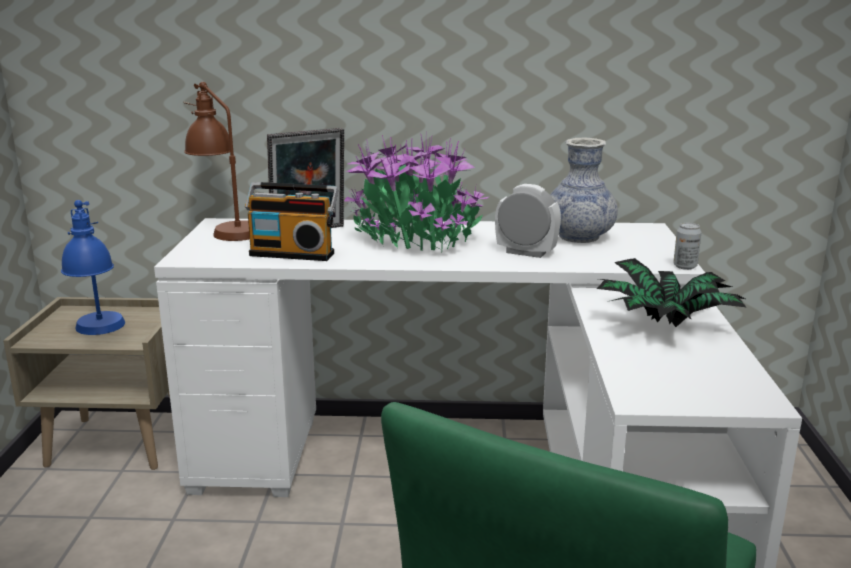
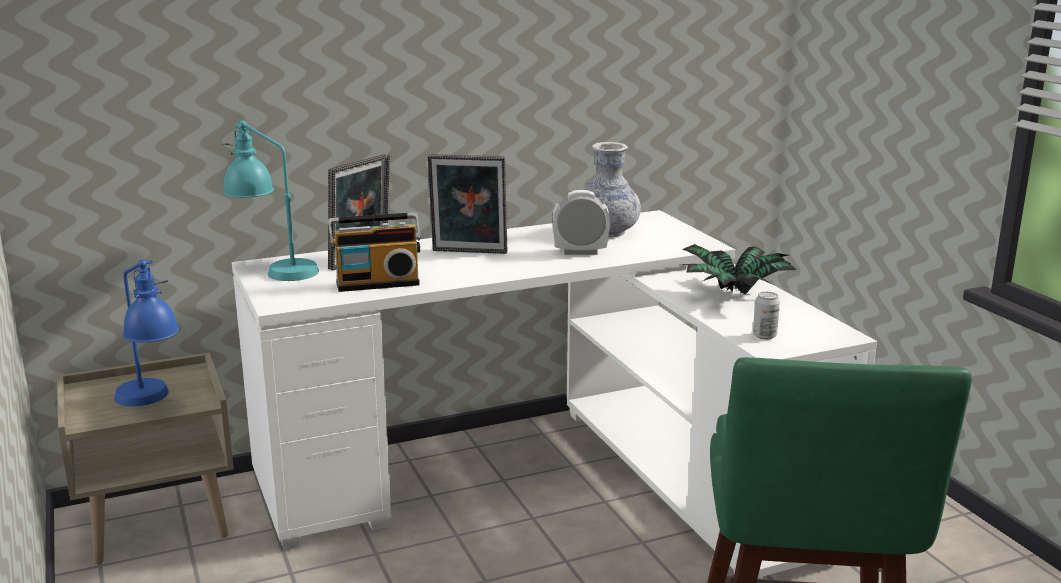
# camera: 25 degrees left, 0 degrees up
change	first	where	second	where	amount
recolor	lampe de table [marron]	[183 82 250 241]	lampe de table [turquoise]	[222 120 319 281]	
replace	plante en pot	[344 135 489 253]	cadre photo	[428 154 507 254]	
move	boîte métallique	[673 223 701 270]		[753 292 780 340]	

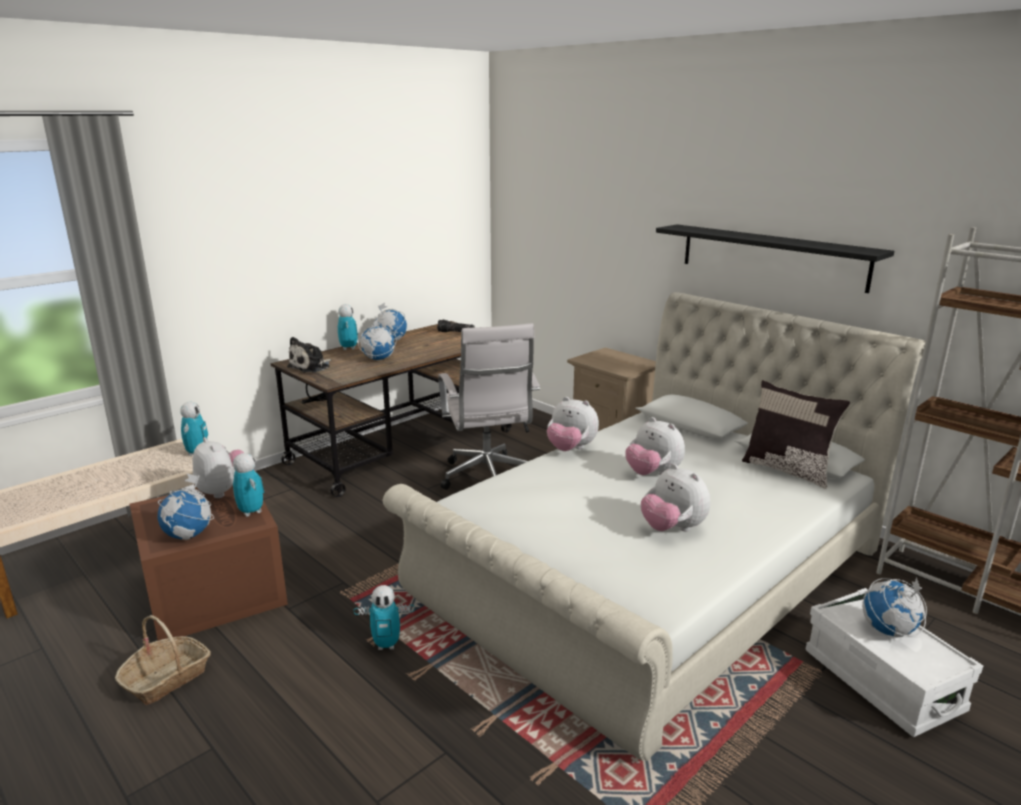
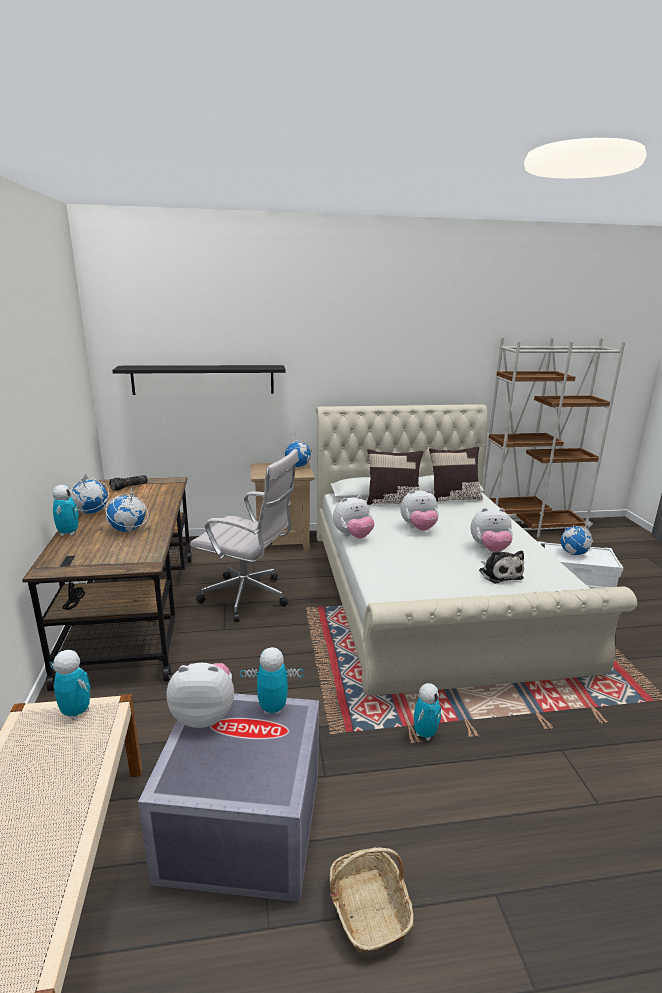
# camera: 55 degrees left, 0 degrees up
change	first	where	second	where	amount
recolor	boîte de rangement [marron]	[130 485 288 641]	boîte de rangement [gris]	[138 693 319 902]	
move	globe	[157 473 214 540]		[283 432 312 467]	
move	peluche	[287 337 331 373]		[479 551 524 584]	
rotate	robot jouet	[338 304 358 350]		[52 485 79 536]	60 degrees clockwise
move	étagère [noir]	[656 224 894 293]		[112 365 286 395]	
insert			coussin	[366 449 423 505]	

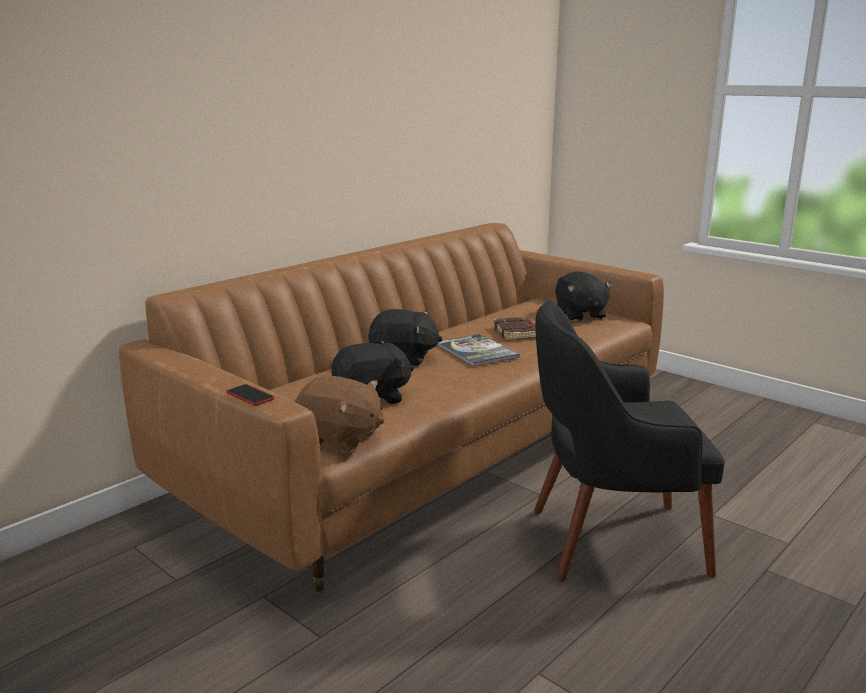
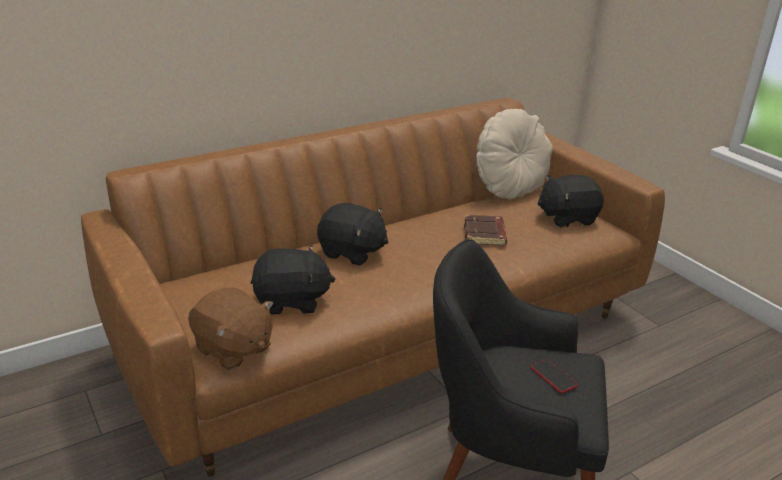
# camera: 15 degrees right, 10 degrees up
change	first	where	second	where	amount
move	téléphone	[226 384 274 406]		[531 359 578 393]	
delete	livre	[437 334 520 366]			
rotate	peluche [noir]	[555 271 613 321]		[538 175 604 228]	75 degrees clockwise
insert			coussin [beige]	[476 109 553 199]	

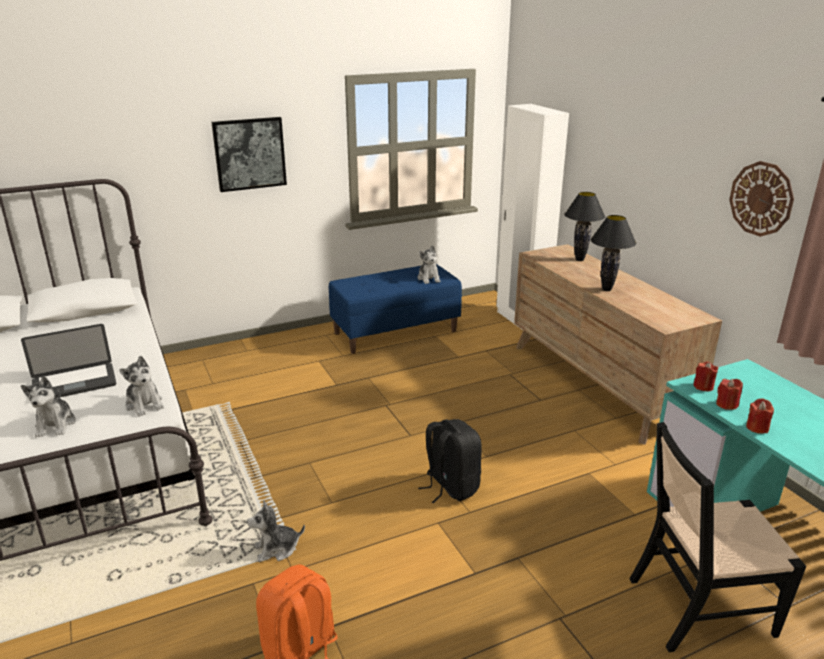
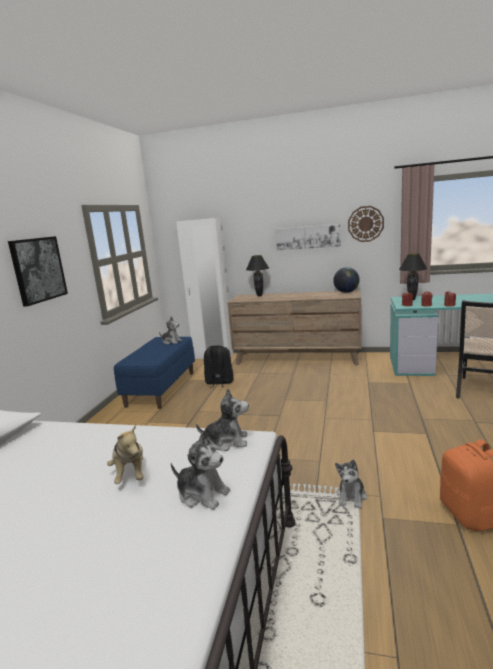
# camera: 50 degrees left, 10 degrees down
change	first	where	second	where	amount
replace	ordinateur portable	[21 324 116 398]	peluche	[107 424 144 484]	
move	sac à dos [noir]	[418 419 482 503]		[204 345 234 388]	
move	lampe de table [noir]	[591 215 636 291]		[399 254 427 300]	
insert			tableau	[276 224 341 250]	
insert			globe	[333 267 360 293]	

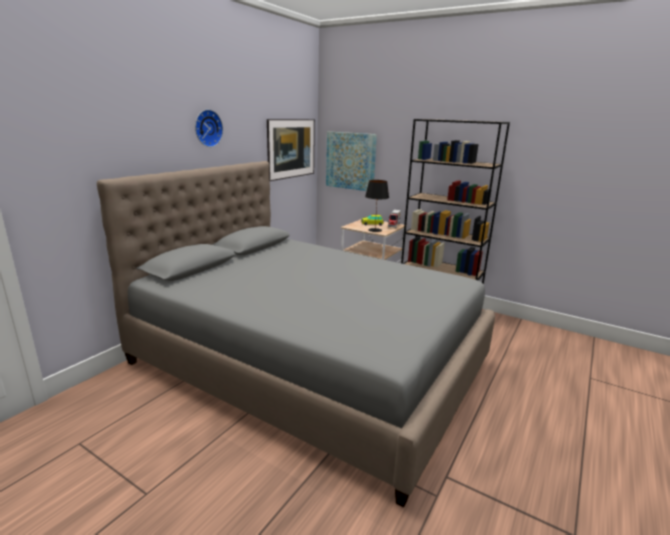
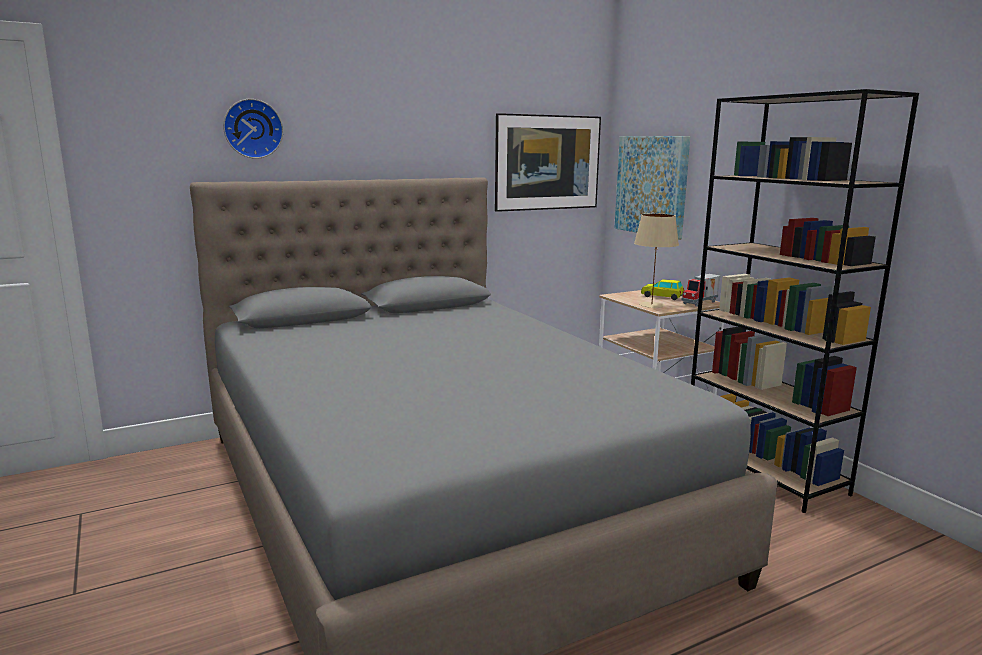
# camera: 30 degrees right, 5 degrees down
change	first	where	second	where	amount
move	horloge murale	[195 109 223 147]		[223 99 283 159]	
recolor	lampe de table [noir]	[365 180 389 232]	lampe de table [beige]	[634 213 679 308]	

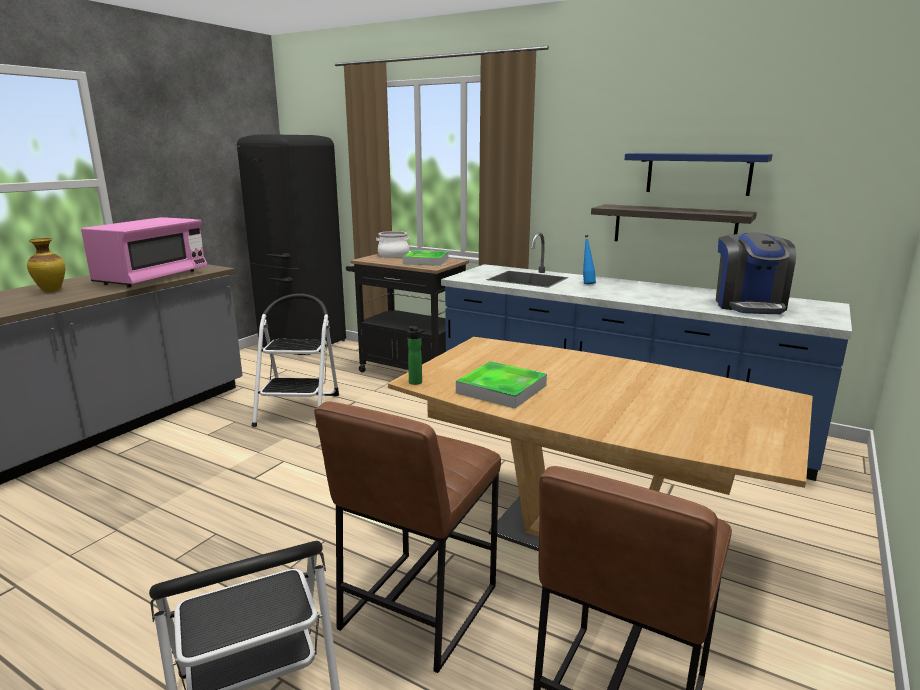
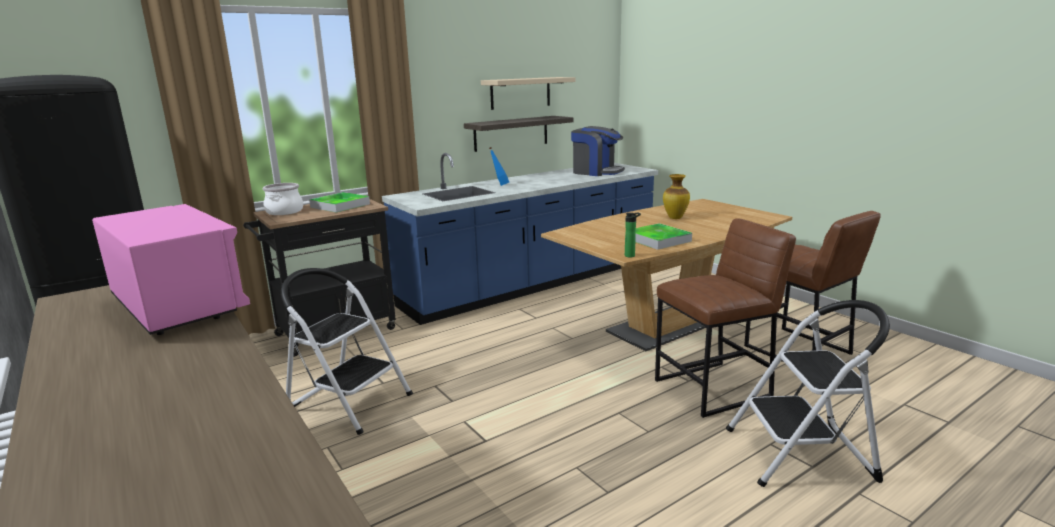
# camera: 65 degrees left, 0 degrees up
change	first	where	second	where	amount
move	vase	[27 238 65 292]		[663 174 690 219]	
rotate	chaise [marron]	[314 401 501 673]		[655 218 796 418]	75 degrees counterclockwise
recolor	étagère [bleu]	[625 153 772 196]	étagère [beige]	[481 77 575 110]	

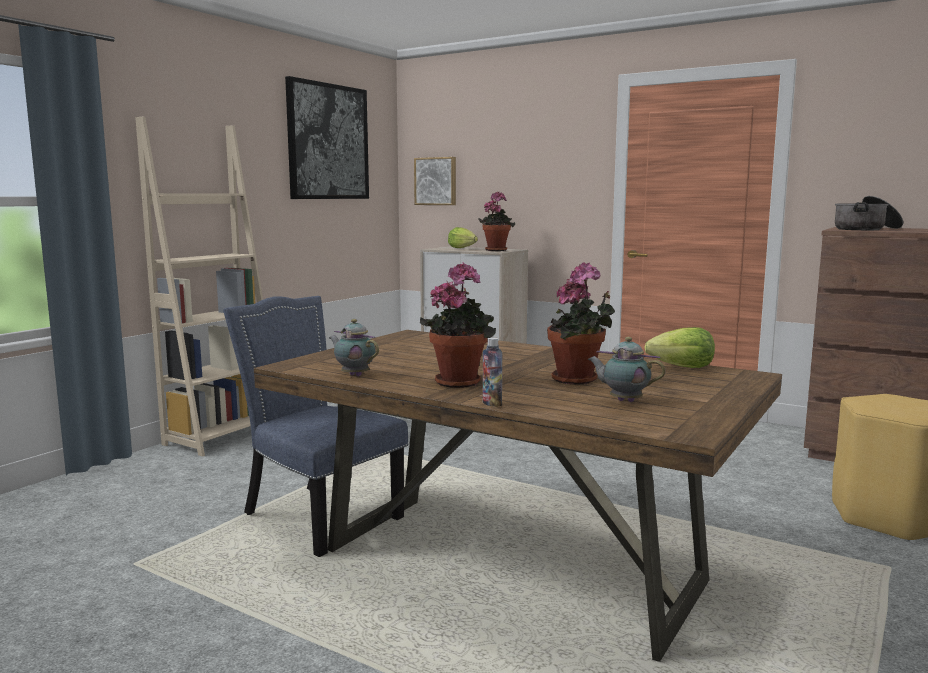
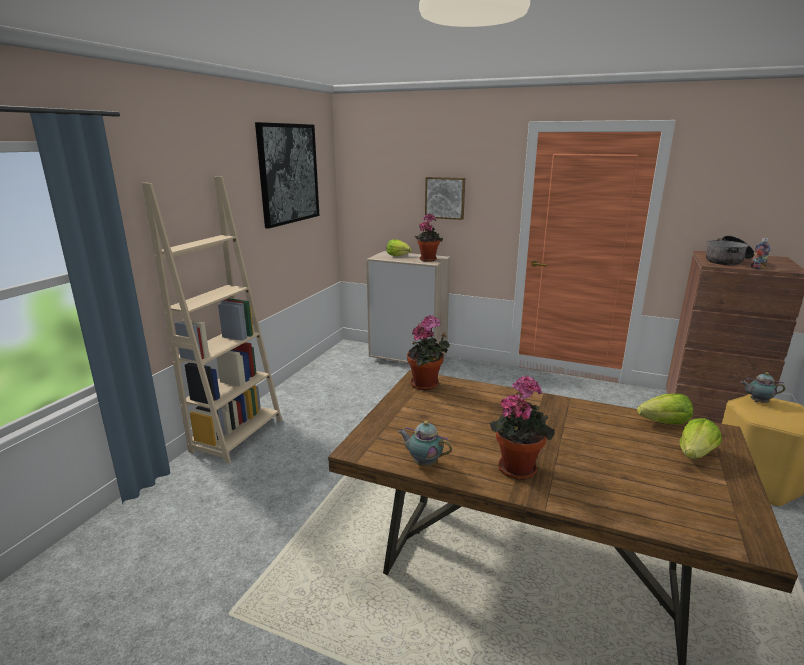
# camera: 10 degrees left, 10 degrees up
change	first	where	second	where	amount
delete	chaise [bleu]	[223 296 408 557]			
move	tableau	[414 157 456 205]		[425 177 465 220]	
move	bouteille	[482 337 502 407]		[751 238 771 270]	
move	plante en pot	[547 262 615 385]		[407 315 450 390]	
move	théière	[588 337 666 402]		[741 372 785 403]	
insert			laitue	[680 418 721 459]	

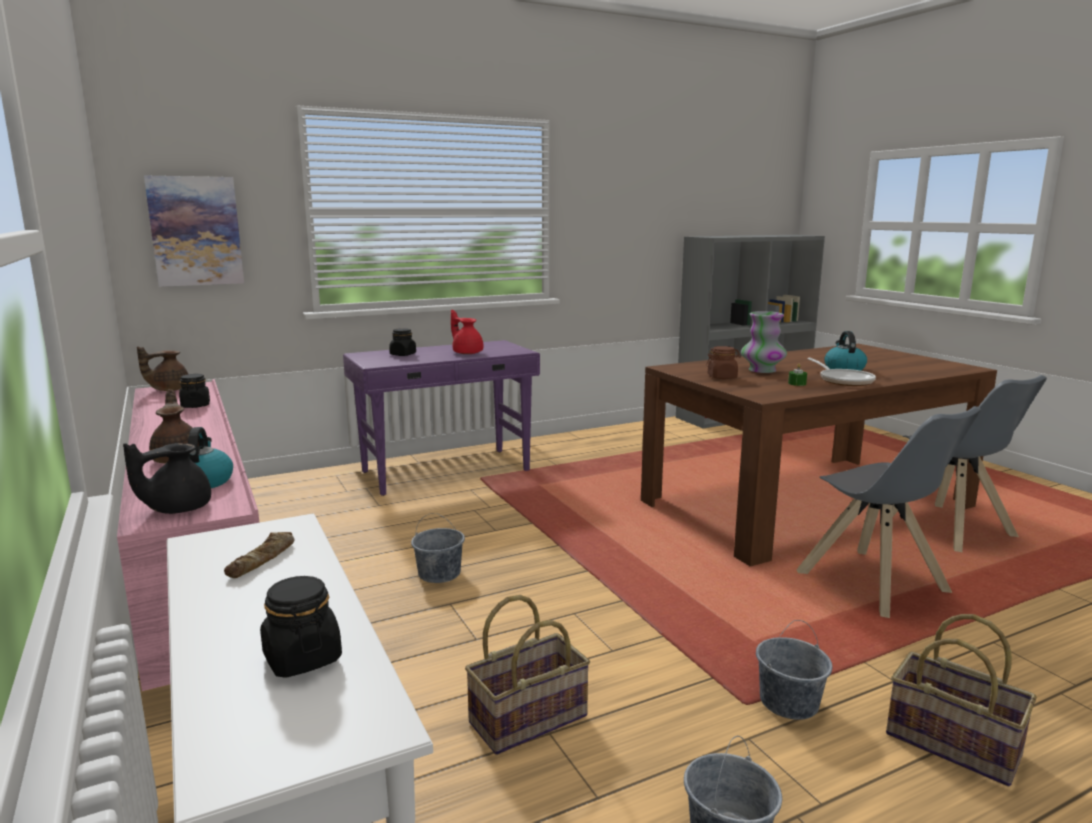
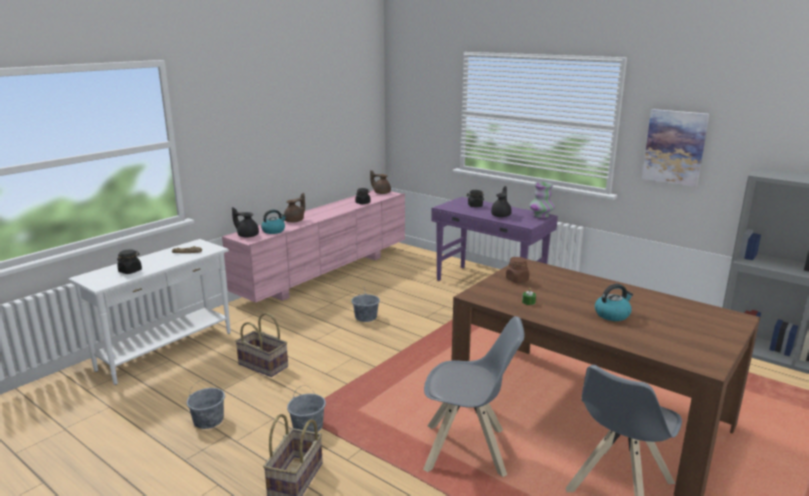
# camera: 65 degrees right, 5 degrees up
change	first	where	second	where	amount
move	tableau	[144 176 244 287]		[642 109 709 187]	
recolor	théière [rouge]	[451 310 483 354]	théière [noir]	[491 186 512 217]	
move	vase	[741 311 787 373]		[529 182 555 218]	
rotate	chaise [gris]	[796 406 981 618]		[423 316 525 477]	120 degrees counterclockwise
delete	poêle	[807 358 876 386]			

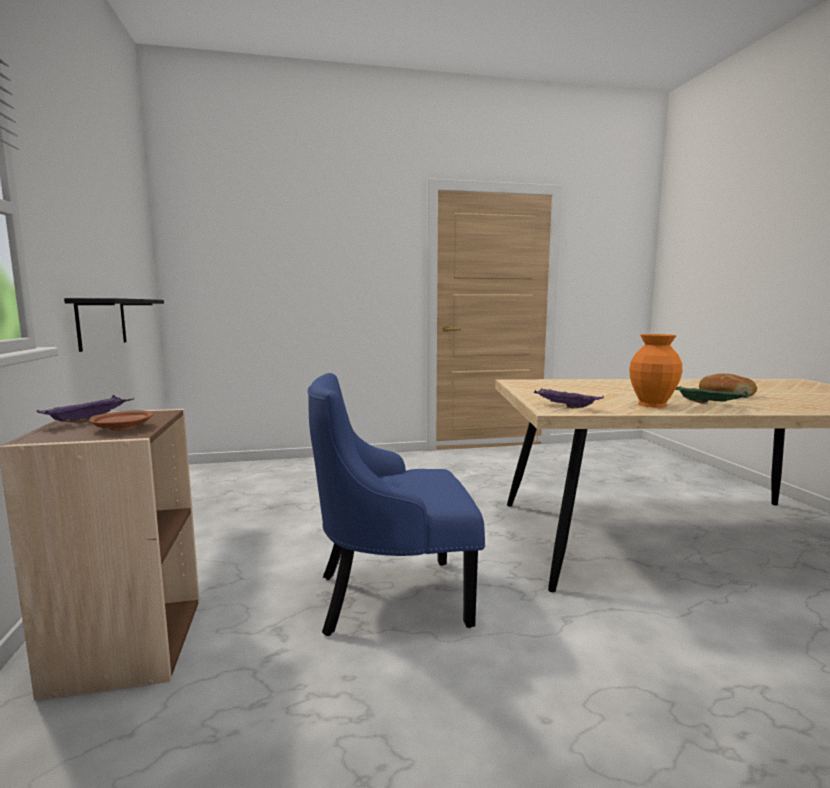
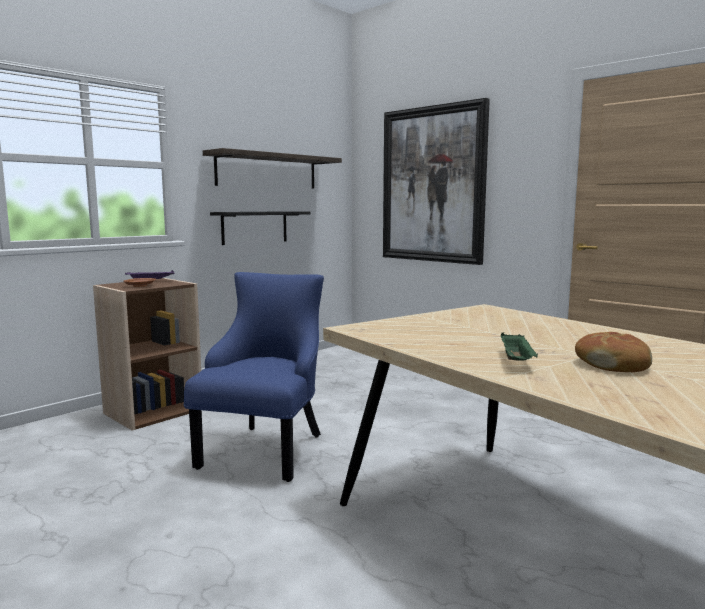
# camera: 55 degrees right, 0 degrees up
change	first	where	second	where	amount
rotate	chaise [bleu]	[308 373 485 636]		[183 272 324 482]	60 degrees clockwise
delete	plateau [violet]	[534 388 604 408]			
delete	vase [orange]	[629 334 682 408]			
insert			étagère	[203 148 342 189]	
insert			tableau	[383 98 490 265]	

